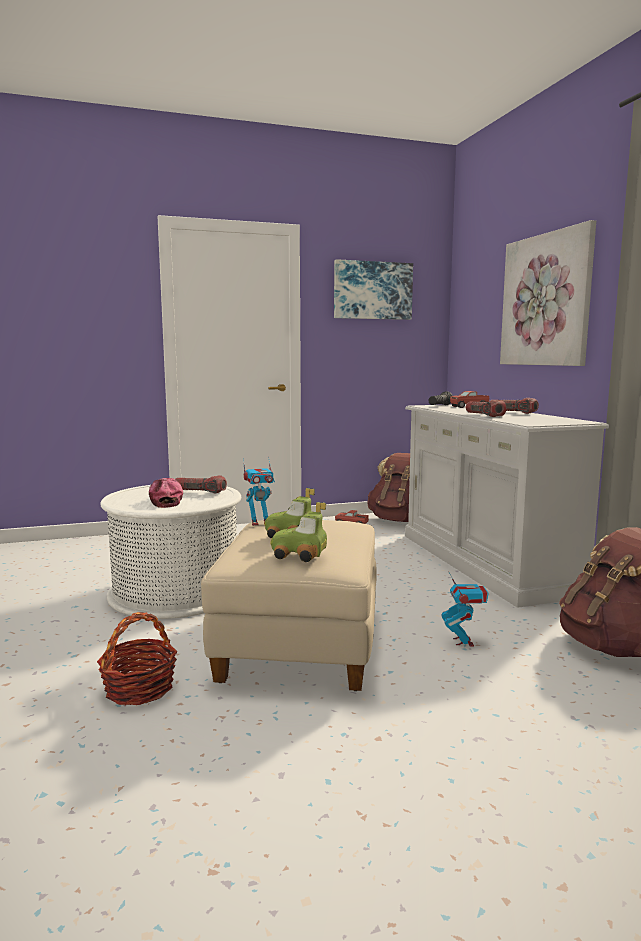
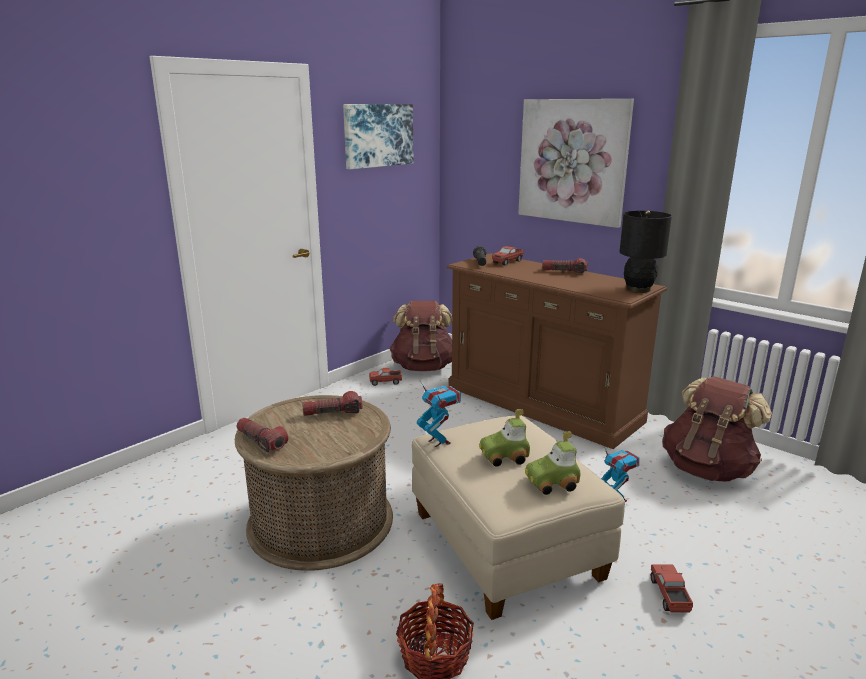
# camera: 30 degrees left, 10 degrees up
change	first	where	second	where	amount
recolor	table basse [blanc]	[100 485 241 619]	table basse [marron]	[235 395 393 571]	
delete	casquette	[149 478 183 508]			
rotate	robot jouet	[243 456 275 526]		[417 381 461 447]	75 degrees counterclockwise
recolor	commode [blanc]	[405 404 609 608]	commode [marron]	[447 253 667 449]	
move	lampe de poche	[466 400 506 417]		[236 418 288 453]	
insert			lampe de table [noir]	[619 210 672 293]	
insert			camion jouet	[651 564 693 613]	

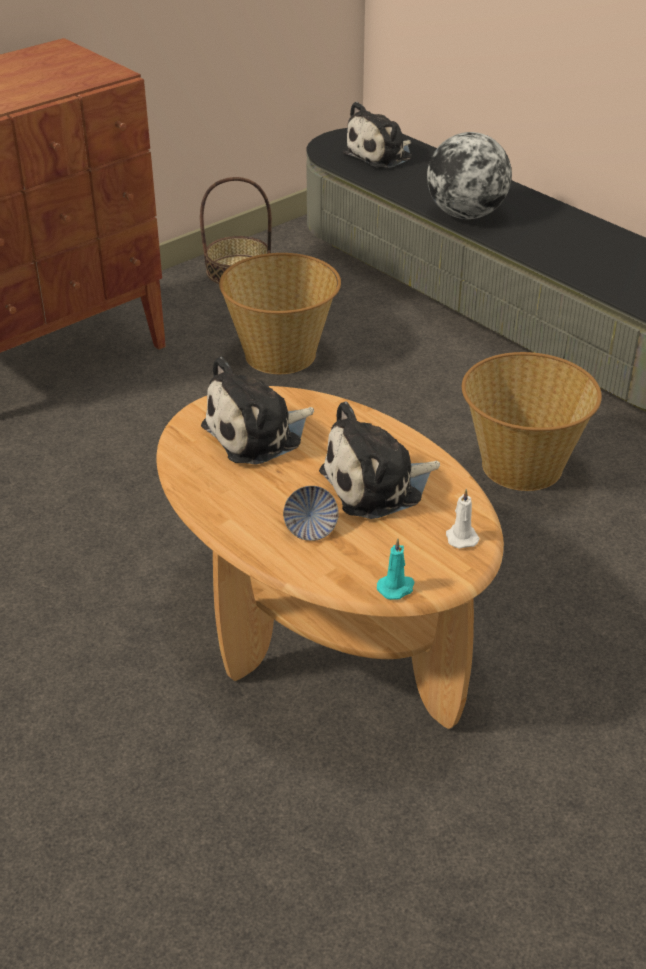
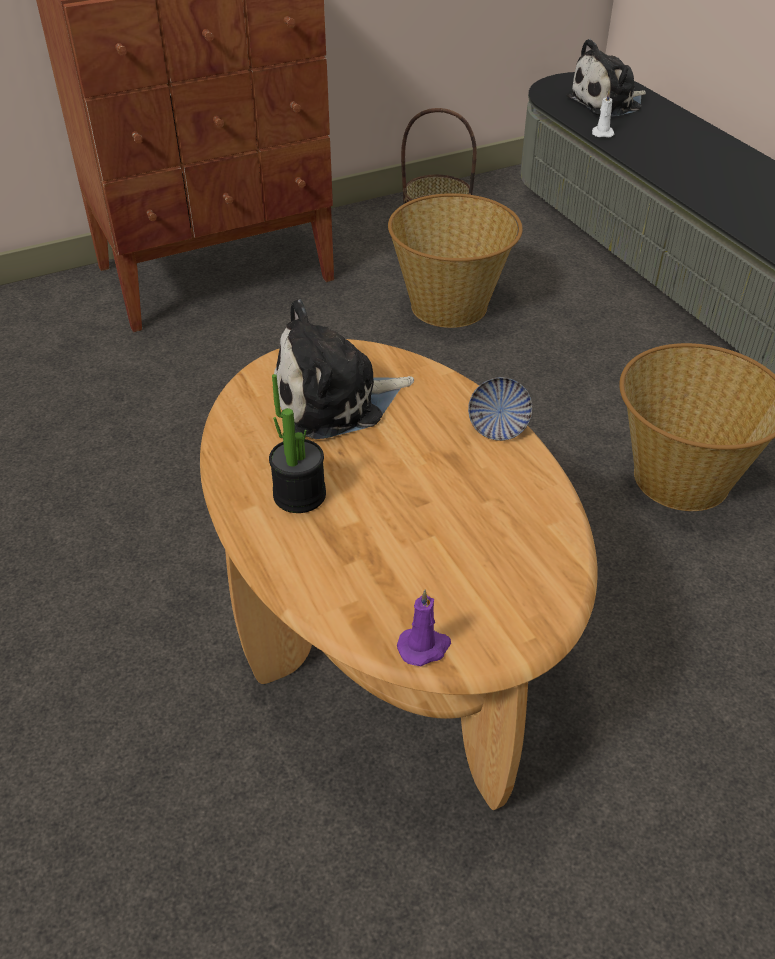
# camera: 15 degrees right, 5 degrees up
change	first	where	second	where	amount
move	bol	[283 486 339 541]		[468 377 533 441]	
delete	peluche	[319 402 440 519]			
recolor	bougie [turquoise]	[377 539 415 600]	bougie [violet]	[397 590 451 666]	
delete	globe	[427 132 512 219]			
move	bougie [blanc]	[446 489 480 549]		[592 90 615 138]	
insert			plante en pot	[269 374 326 513]	

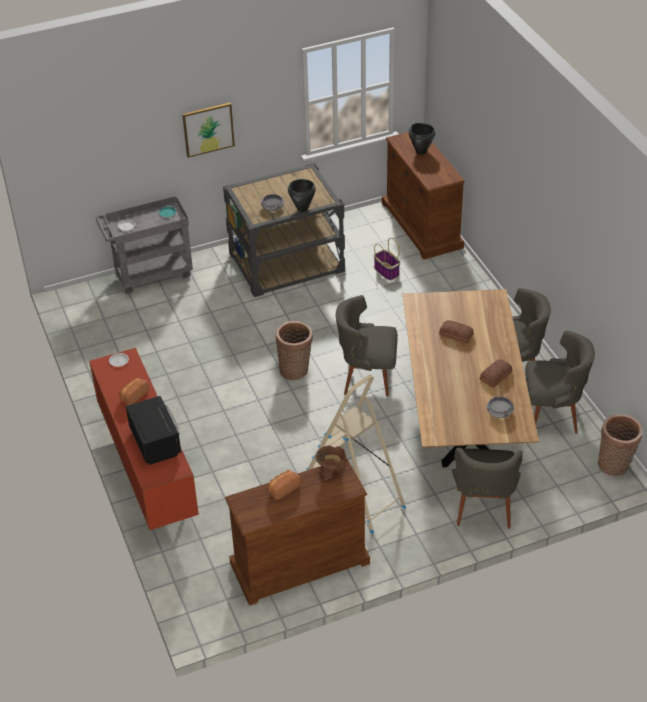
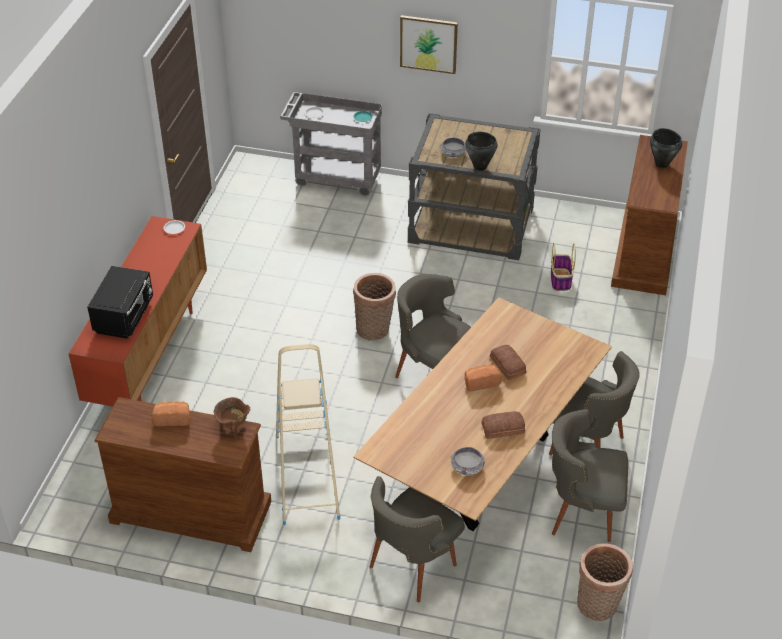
# camera: 35 degrees right, 0 degrees up
change	first	where	second	where	amount
move	pain	[119 378 149 405]		[465 364 502 392]	
rotate	chaise [gris]	[525 330 595 434]		[552 409 628 542]	150 degrees clockwise

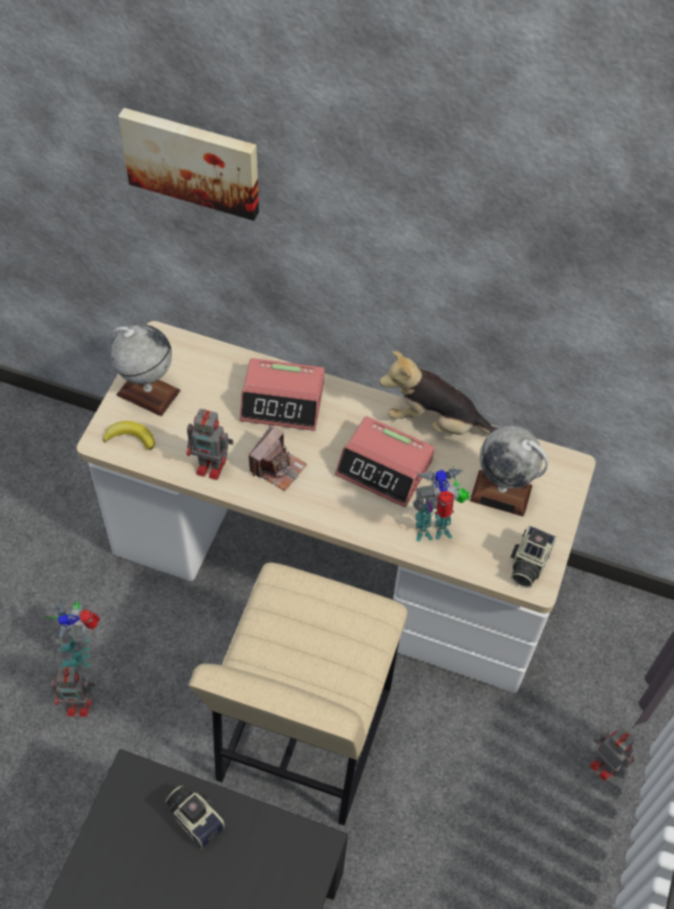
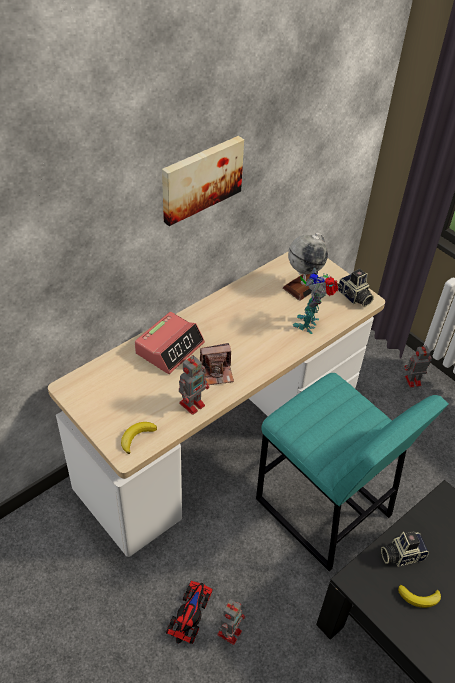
# camera: 60 degrees left, 10 degrees down
change	first	where	second	where	amount
replace	robot jouet	[45 601 100 668]	petite voiture	[166 581 213 644]	
delete	globe	[110 324 181 416]			
move	tableau	[118 108 259 221]		[162 136 244 226]	
recolor	chaise [beige]	[188 563 407 826]	chaise [turquoise]	[256 373 449 571]	
rotate	appareil photo	[249 426 307 491]		[200 343 234 385]	105 degrees clockwise
delete	réveil	[335 416 434 507]			
delete	peluche	[379 351 499 435]			
insert			banane	[398 585 441 608]	

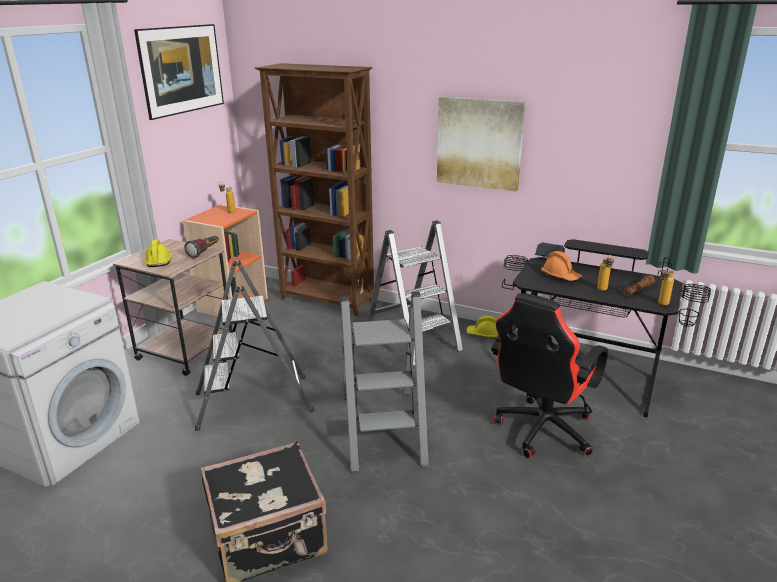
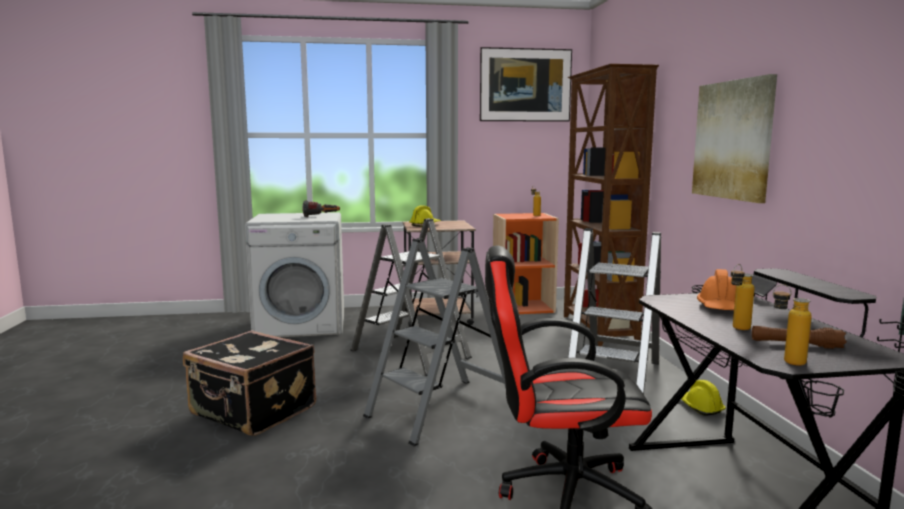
# camera: 55 degrees right, 15 degrees down
change	first	where	second	where	amount
move	lampe de poche	[184 236 219 258]		[302 200 340 217]	

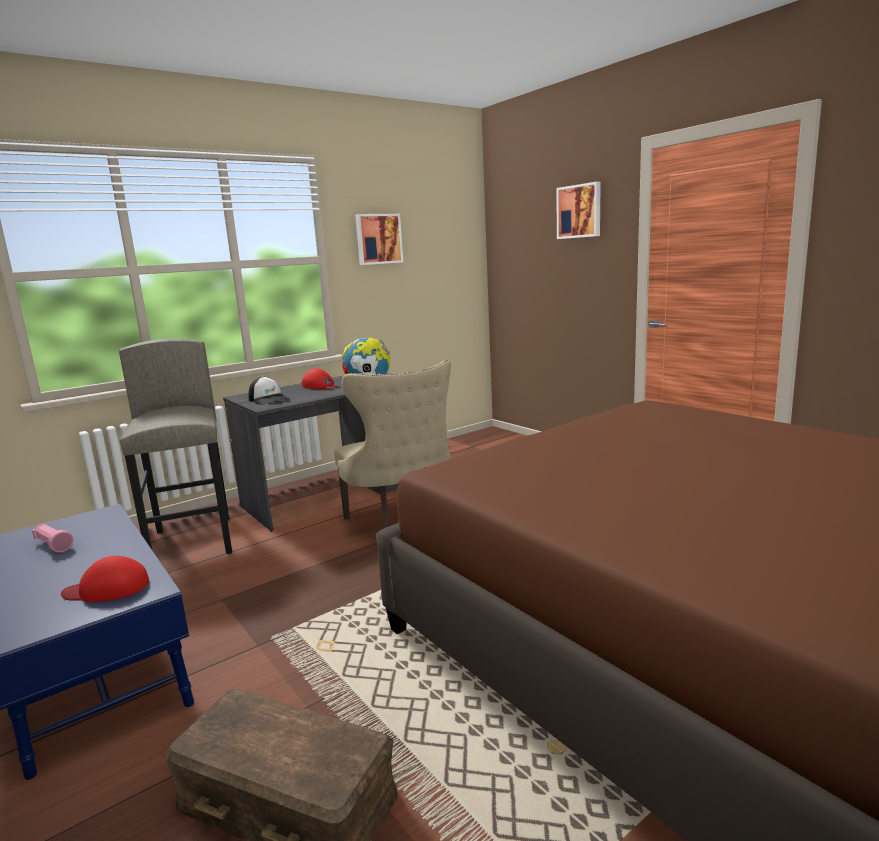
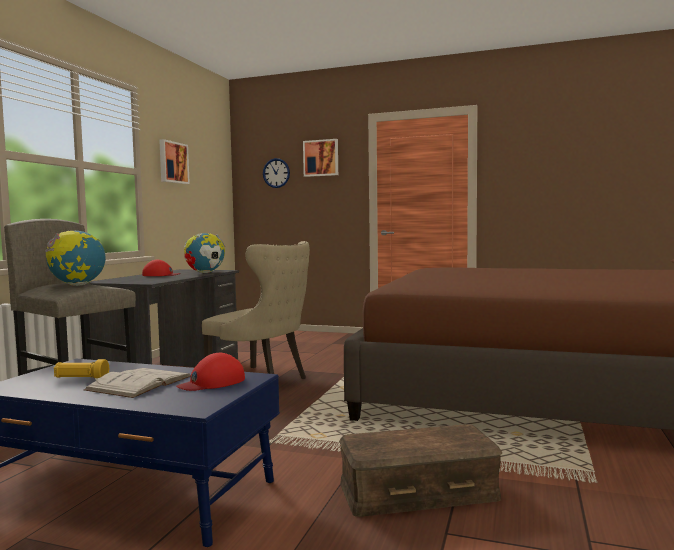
# camera: 35 degrees left, 10 degrees down
change	first	where	second	where	amount
recolor	lampe de poche [rose]	[32 524 73 553]	lampe de poche [jaune]	[54 359 109 378]	
delete	casquette	[248 377 290 405]			
insert			globe	[45 231 106 286]	
insert			livre [blanc]	[84 368 191 398]	
insert			horloge murale	[263 158 290 188]	

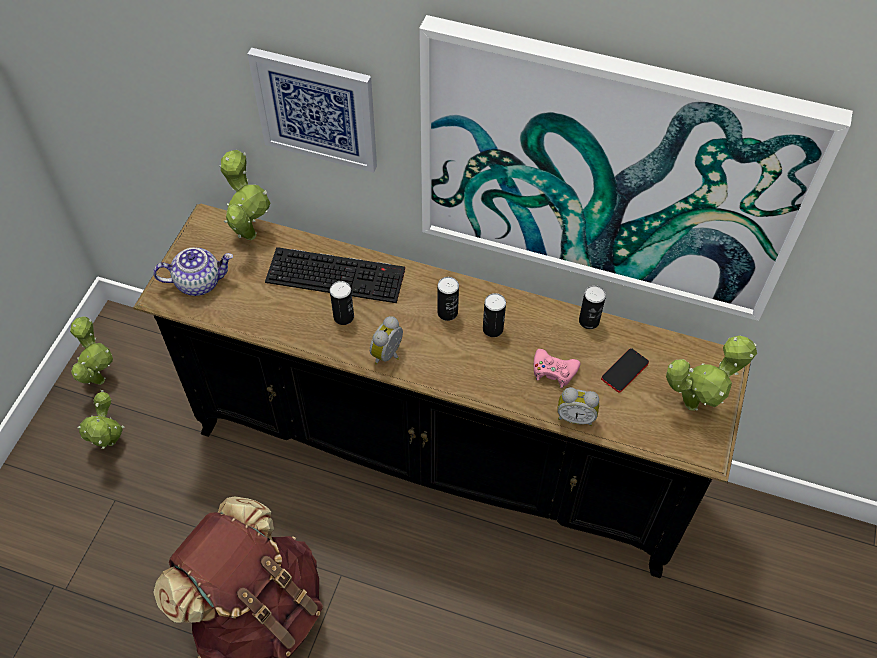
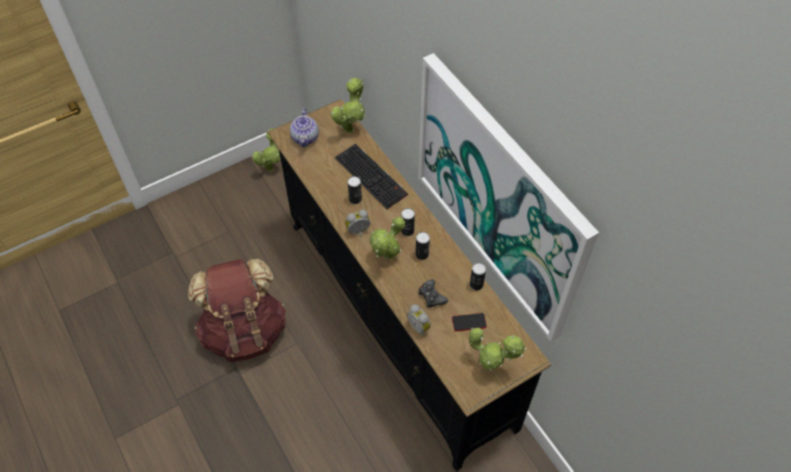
# camera: 40 degrees right, 0 degrees up
change	first	where	second	where	amount
move	plante en pot	[78 390 125 449]		[369 216 405 259]	
rotate	théière	[153 248 233 296]		[290 108 319 148]	60 degrees clockwise
delete	tableau	[247 48 377 173]			
recolor	manette [rose]	[534 349 580 388]	manette [noir]	[418 279 448 308]	

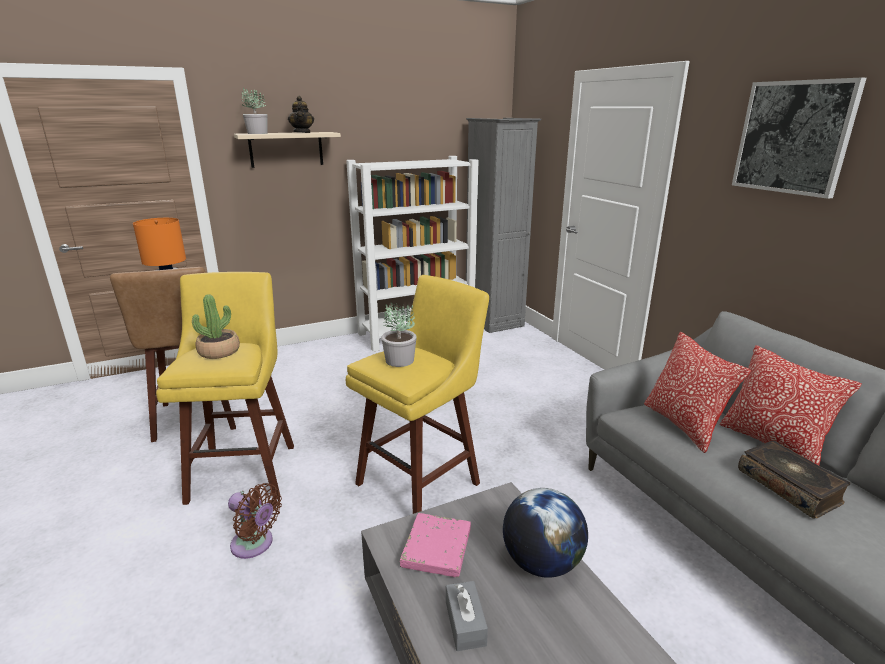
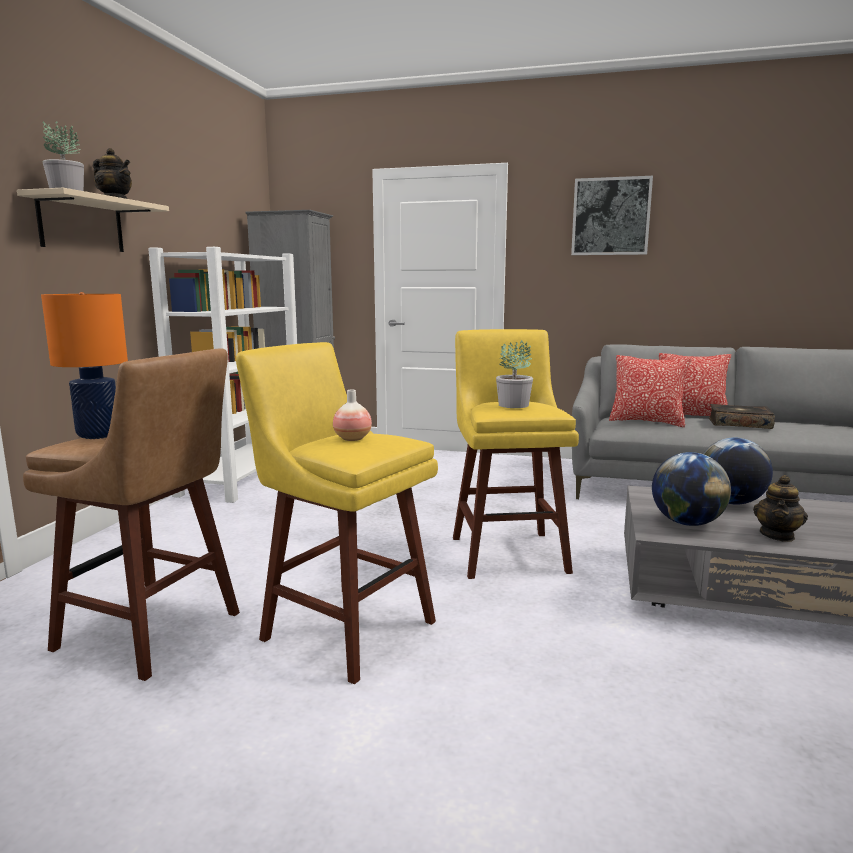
# camera: 50 degrees left, 10 degrees down
change	first	where	second	where	amount
replace	plante en pot	[192 294 240 359]	vase	[333 390 372 441]	
delete	ventilateur [marron]	[228 483 282 559]			
replace	livre [rose]	[400 513 471 577]	globe	[652 452 731 526]	
replace	boîte à mouchoirs [gris]	[446 581 488 651]	théière	[753 475 808 542]	

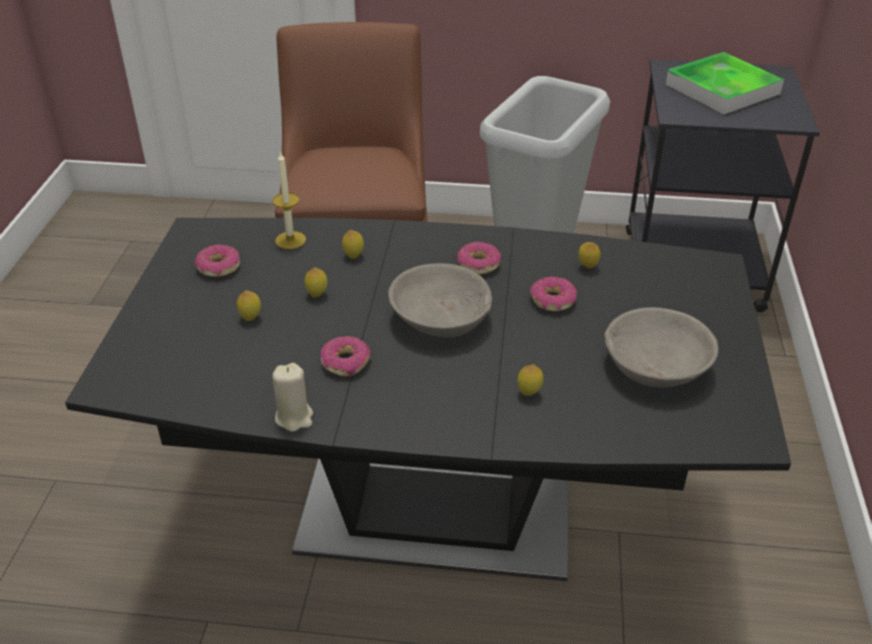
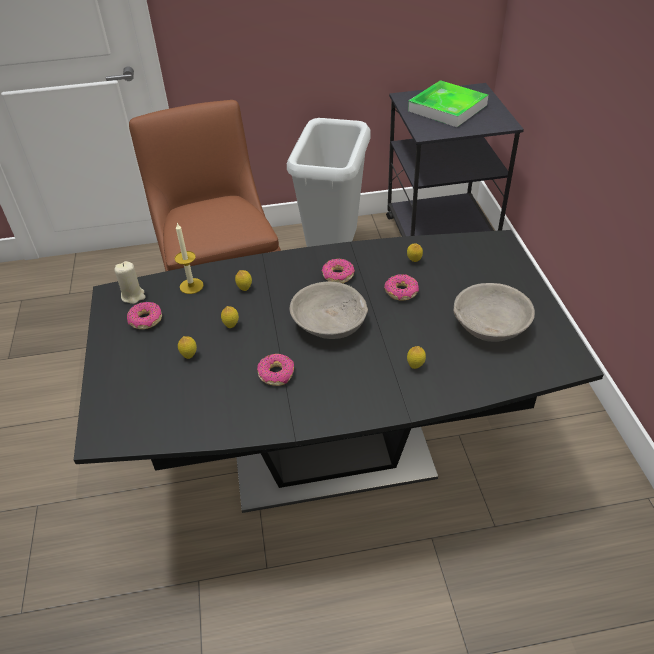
# camera: 15 degrees left, 5 degrees up
change	first	where	second	where	amount
move	bougie [beige]	[272 363 313 432]		[114 261 146 304]	

